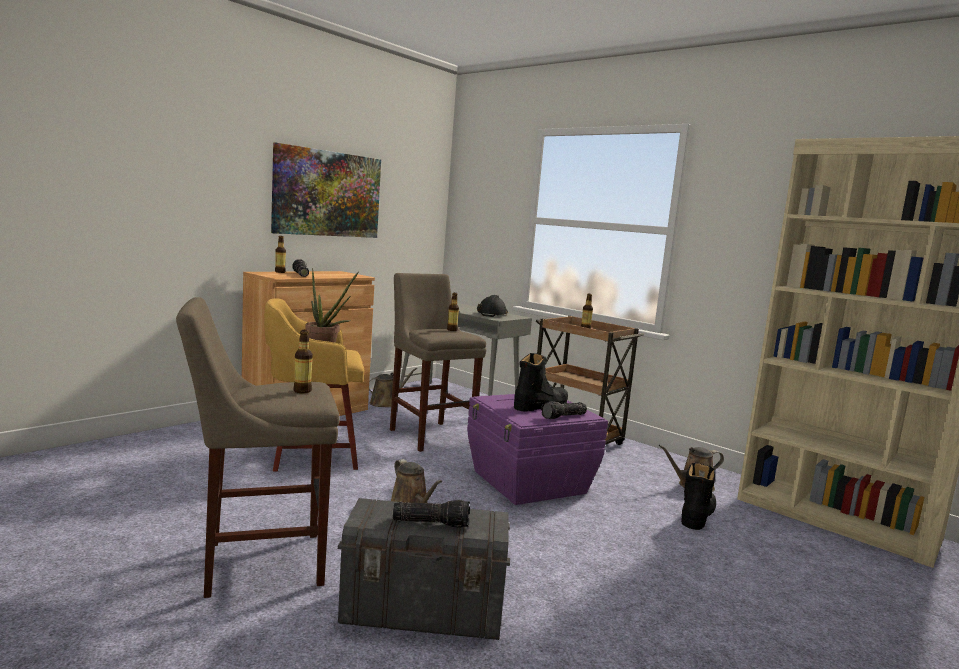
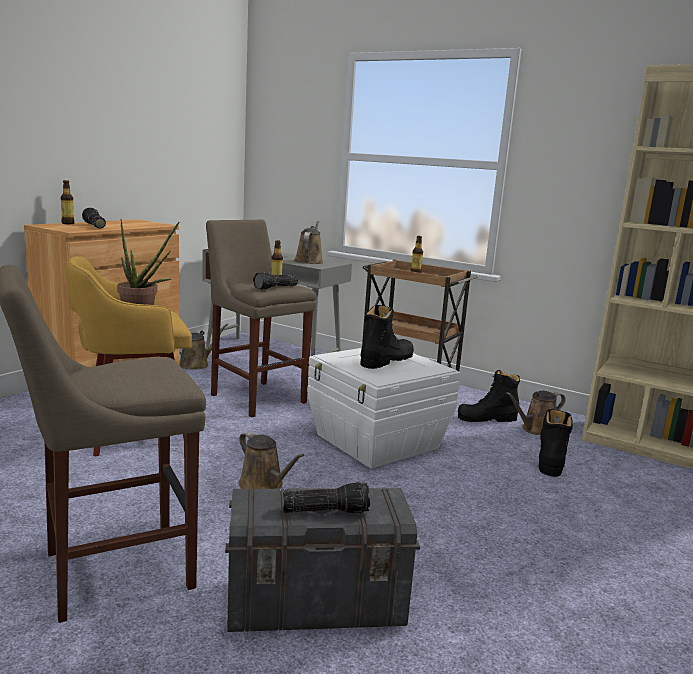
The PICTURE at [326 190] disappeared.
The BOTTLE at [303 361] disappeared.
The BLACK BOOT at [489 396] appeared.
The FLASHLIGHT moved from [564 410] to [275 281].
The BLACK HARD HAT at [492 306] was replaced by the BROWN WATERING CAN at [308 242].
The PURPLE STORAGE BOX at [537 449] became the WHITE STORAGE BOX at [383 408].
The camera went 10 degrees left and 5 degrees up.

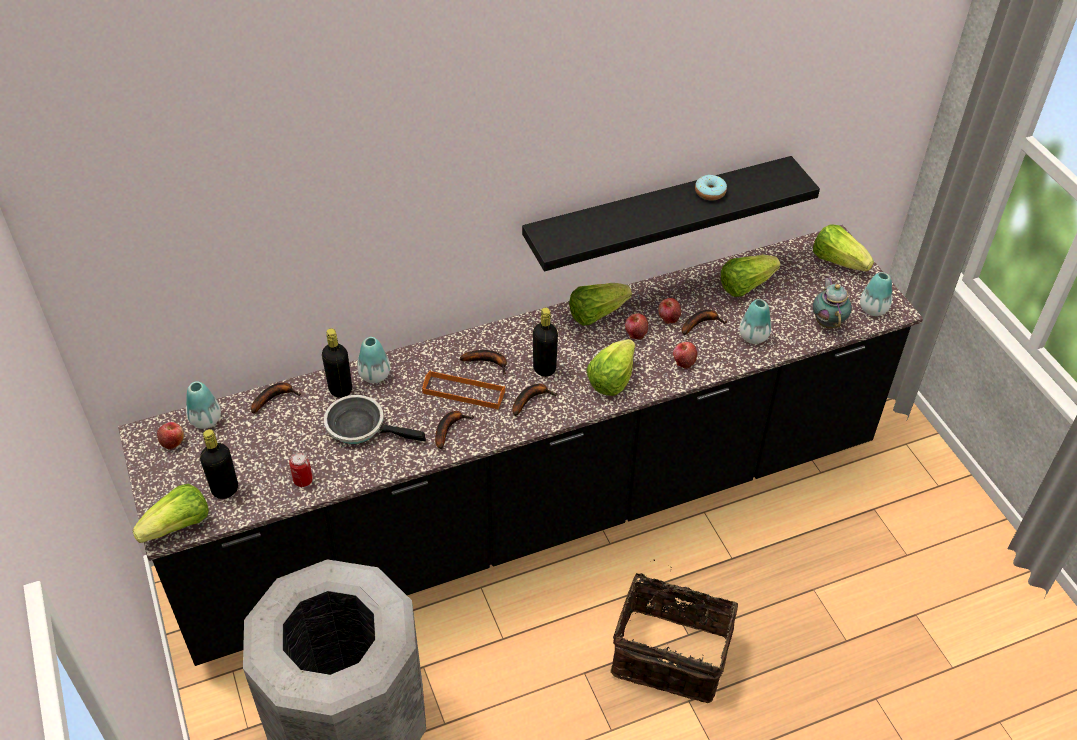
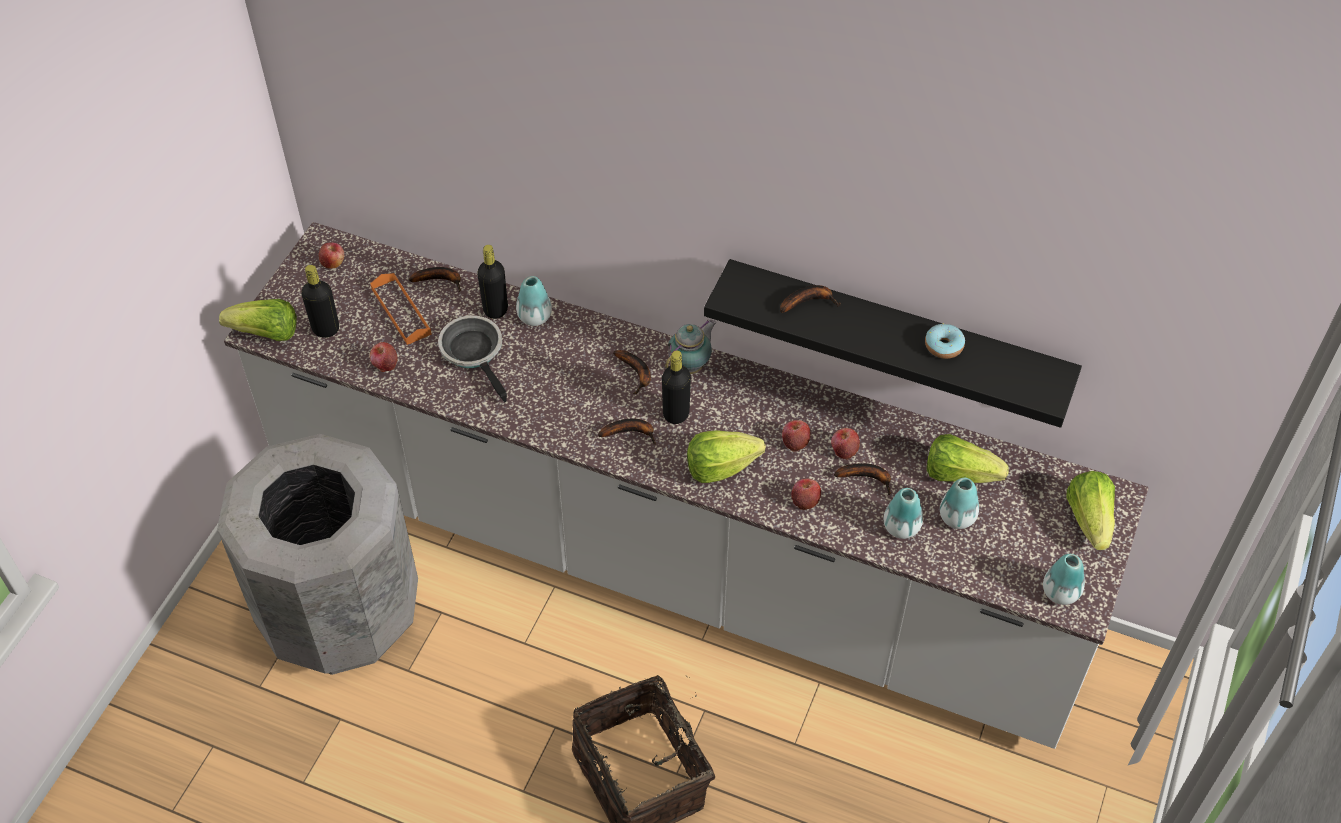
The LETTUCE at [600 304] disappeared.
The VASE moved from [203 405] to [959 503].
The ORANGE TRAY moved from [463 389] to [401 309].
The BANANA moved from [454 430] to [810 299].
The TEAPOT moved from [832 303] to [690 347].
The CAN at [301 469] was replaced by the APPLE at [384 357].
The BLACK COUNTER at [520 445] became the WHITE COUNTER at [686 485].
The camera went 45 degrees right and 5 degrees up.

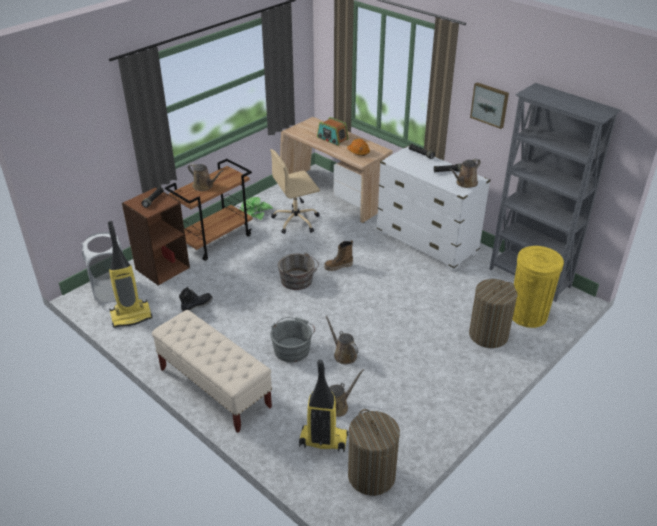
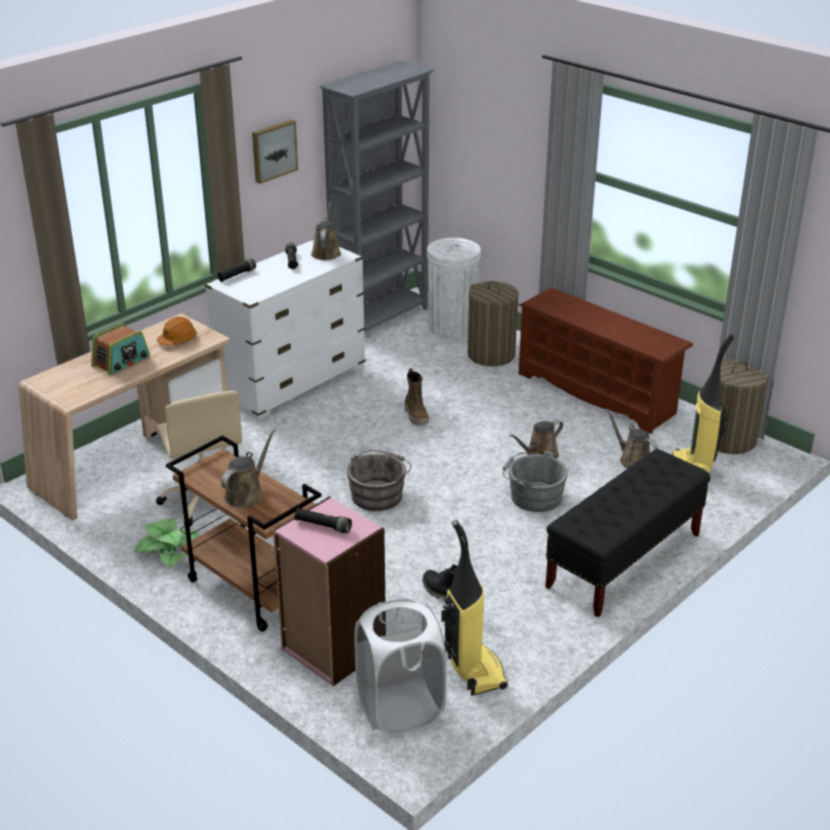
The BROWN SHOE RACK at [606 361] appeared.
The BOOT moved from [338 255] to [417 396].
The BROWN BOOKCASE at [156 236] became the PINK BOOKCASE at [329 591].
The BEIGE BENCH at [212 371] became the BLACK BENCH at [627 533].
The YELLOW TRASH CAN at [538 287] became the WHITE TRASH CAN at [454 288].
The BROWN WATERING CAN at [465 173] turned 135 degrees counterclockwise.
The camera went 90 degrees left and 5 degrees down.

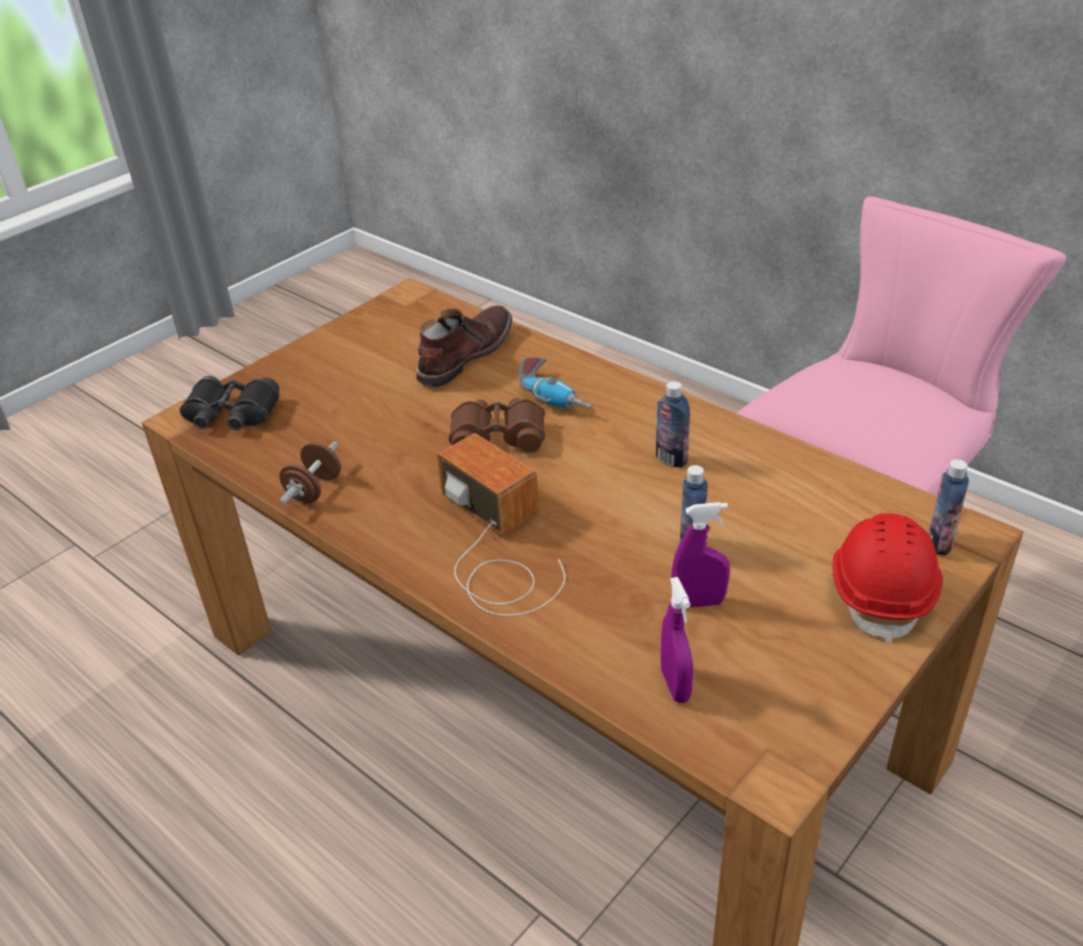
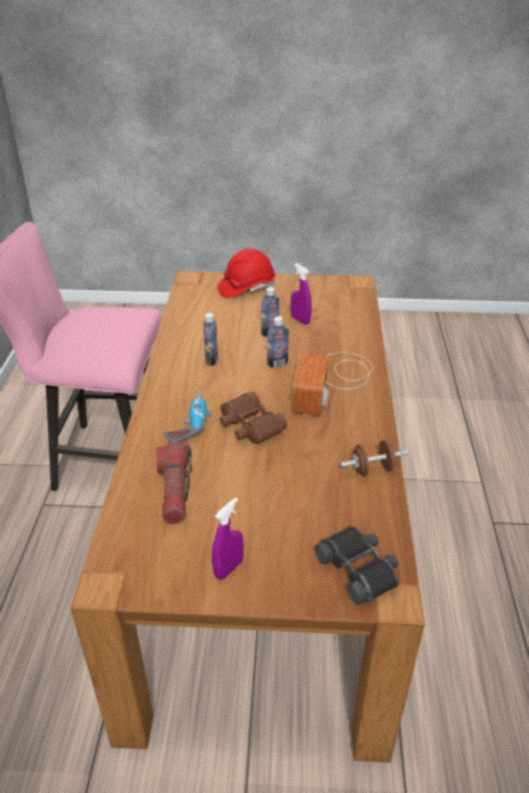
The PURPLE SPRAY BOTTLE moved from [677 640] to [228 539].
The BOTTLE moved from [949 507] to [278 342].
The BROWN BOOT at [464 346] was replaced by the FLASHLIGHT at [173 482].
The camera went 130 degrees left and 0 degrees up.

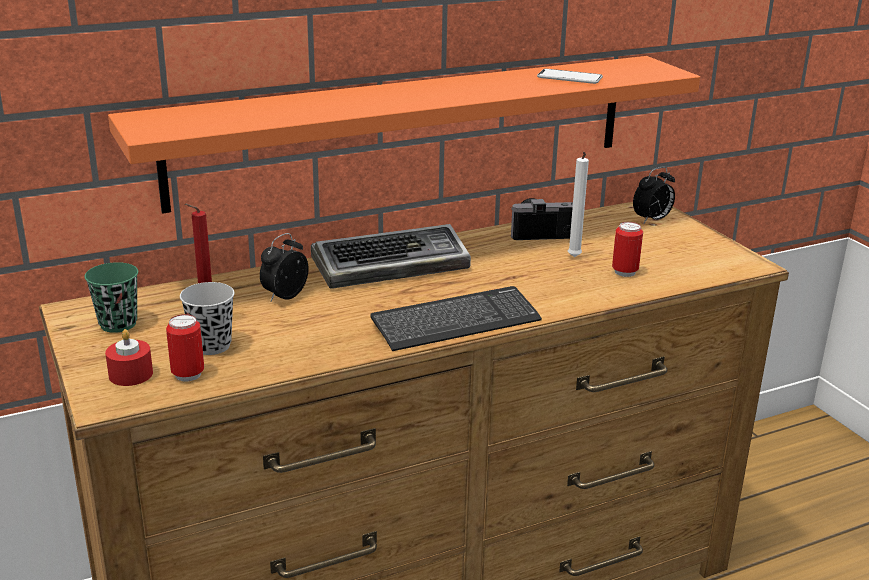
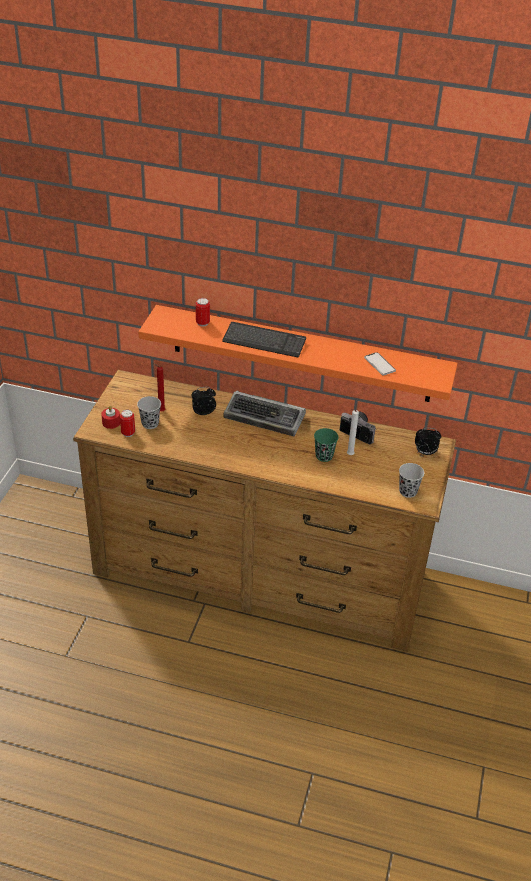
The BLACK CUP at [411 480] appeared.
The GREEN CUP moved from [111 297] to [326 445].
The KEYBOARD moved from [456 318] to [264 340].
The CAN moved from [627 249] to [203 312].
The camera went 40 degrees right and 15 degrees up.

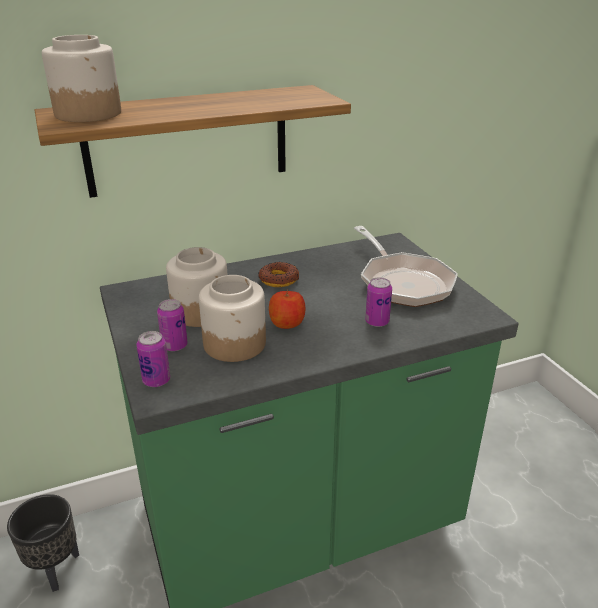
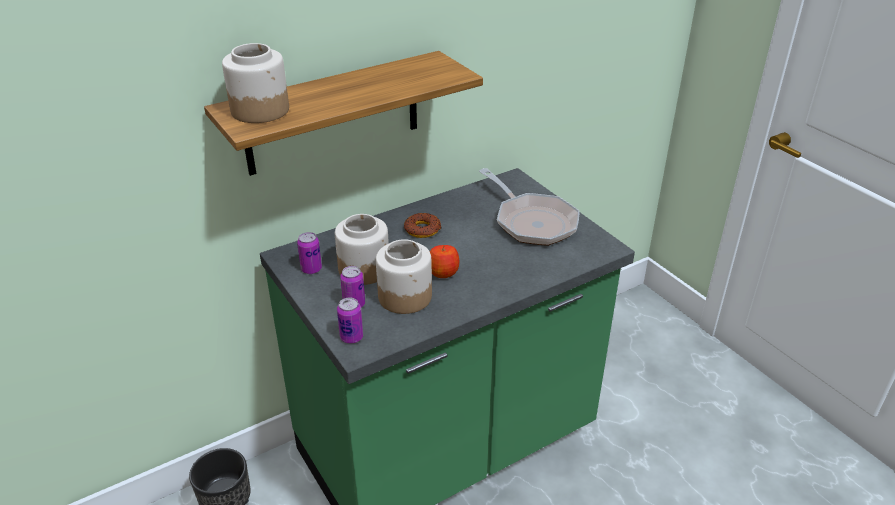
The CAN moved from [378 302] to [309 253].
The camera went 10 degrees left and 5 degrees up.

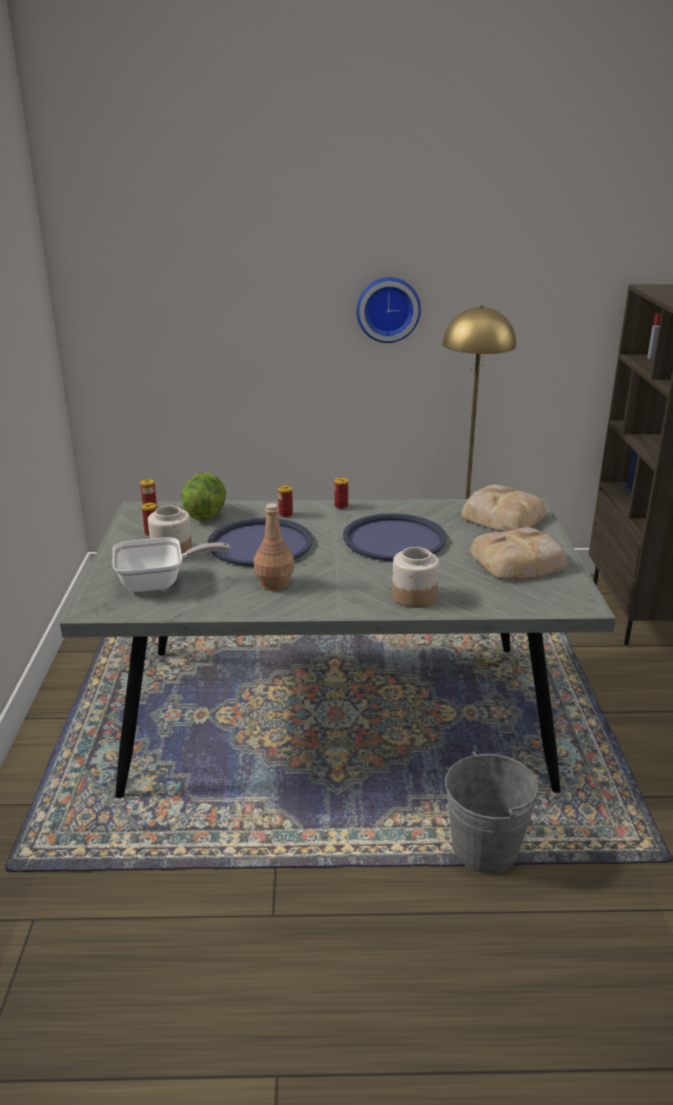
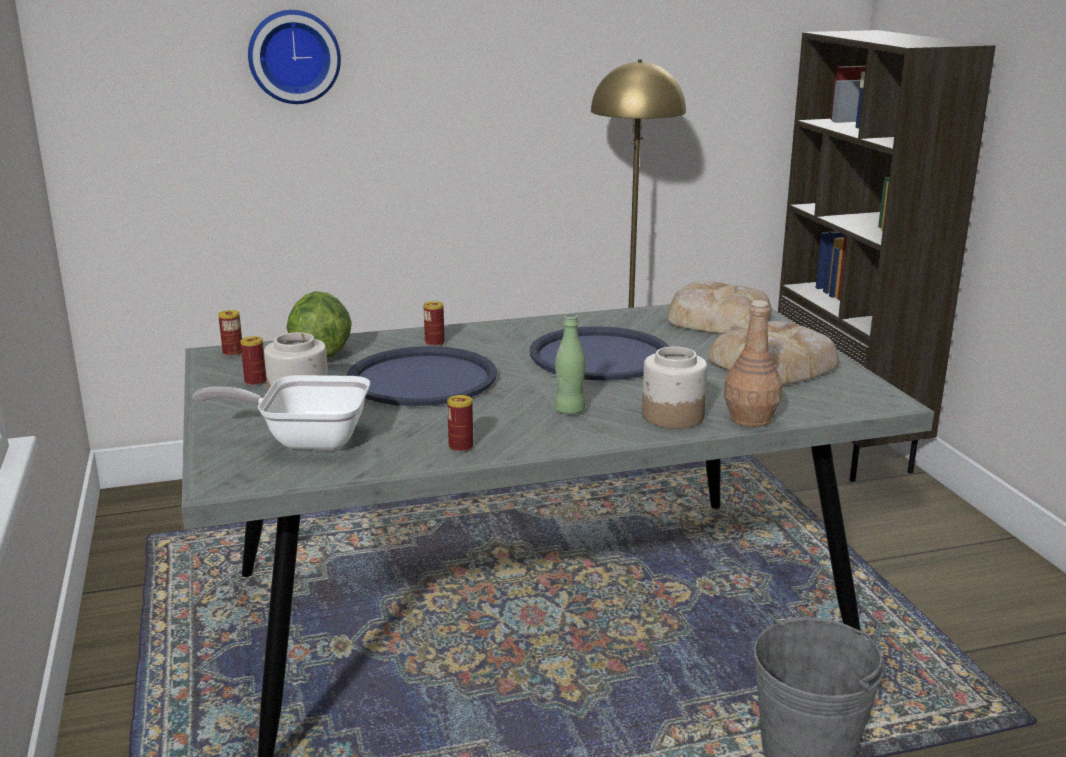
The GREEN BOTTLE at [570 364] appeared.
The BROWN BOTTLE moved from [274 547] to [753 363].
The CAN moved from [341 493] to [460 423].
The WALL CLOCK moved from [388 310] to [294 57].
The FRYING PAN at [171 564] turned 150 degrees counterclockwise.
The camera went 15 degrees left and 5 degrees down.

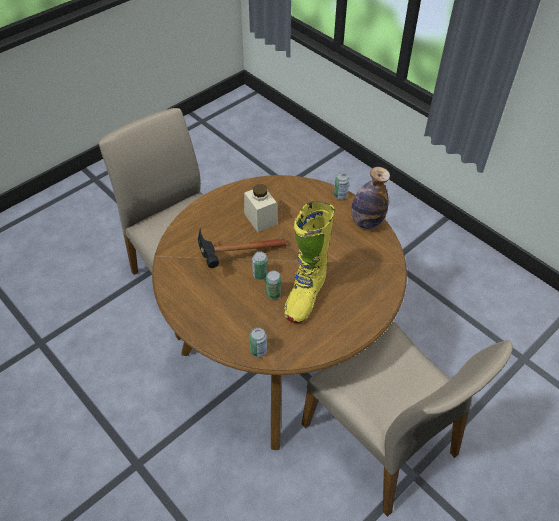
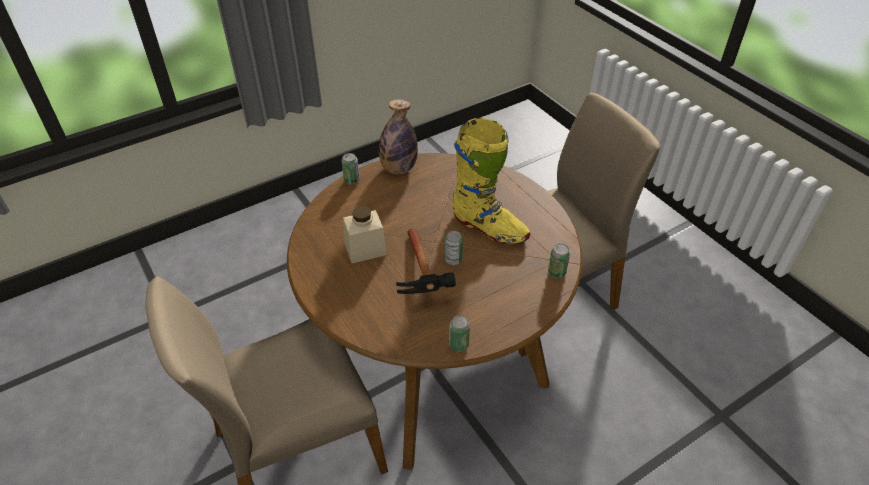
The CAN moved from [274 284] to [459 333].
The camera went 80 degrees left and 5 degrees down.

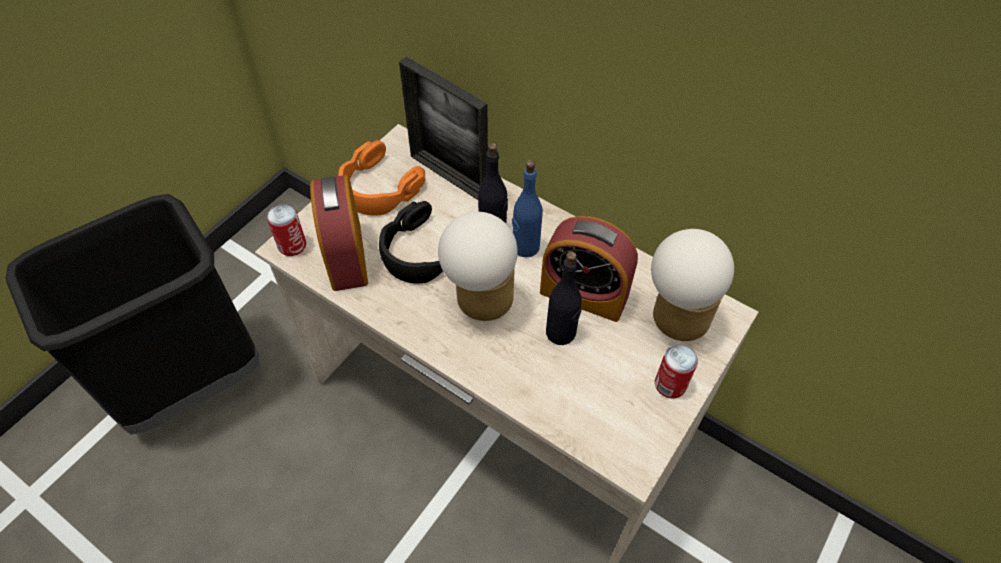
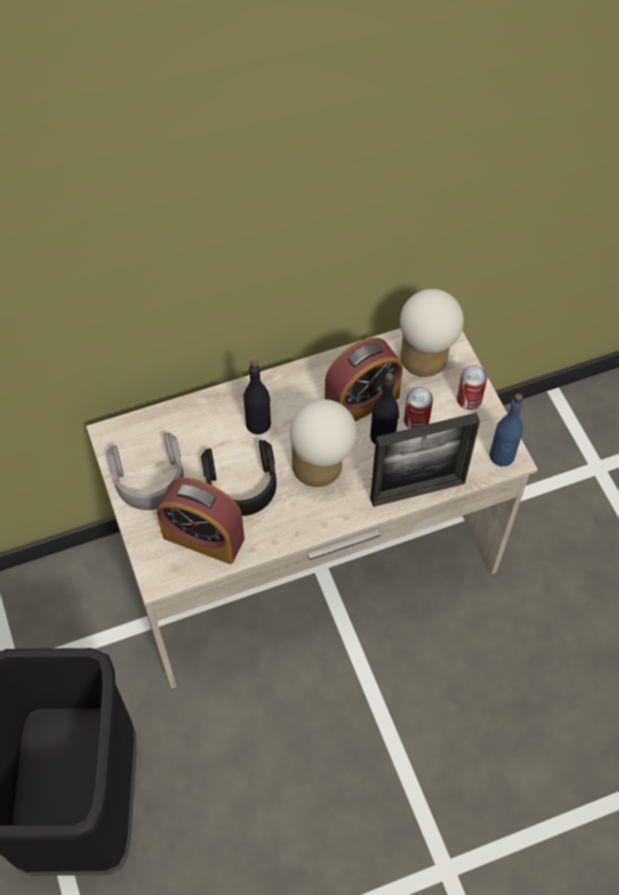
The CAN moved from [286 230] to [418 408].
The PICTURE FRAME moved from [443 128] to [425 460].
The BLUE BOTTLE moved from [527 208] to [506 430].
The ORANGE HEADPHONES at [381 177] became the GREY HEADPHONES at [145 471].
The camera went 55 degrees left and 5 degrees up.

